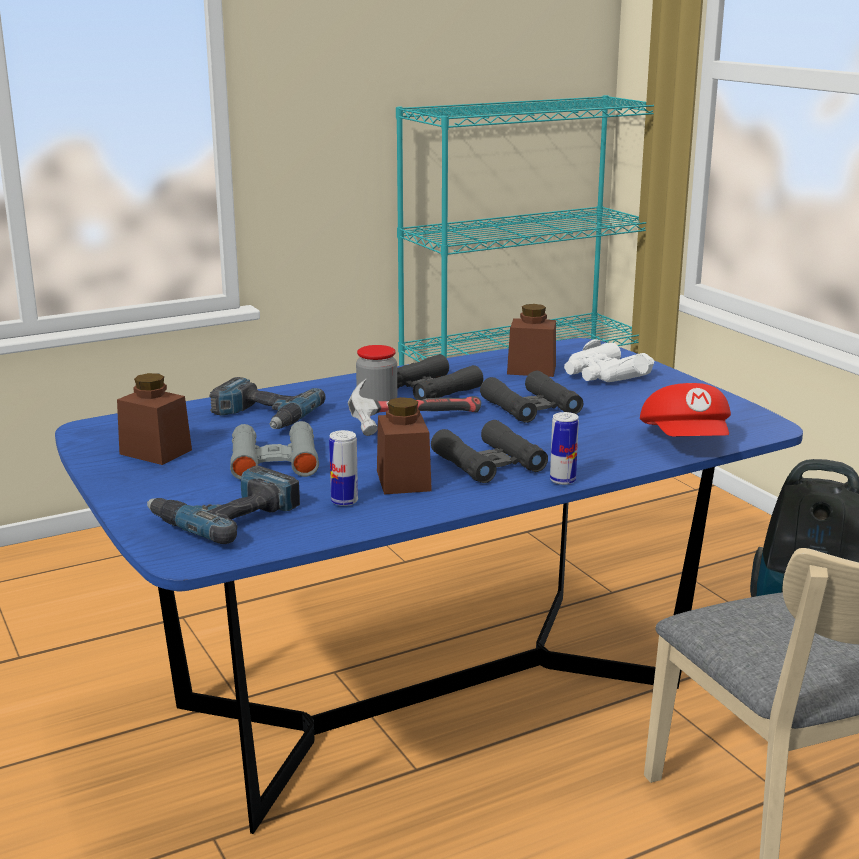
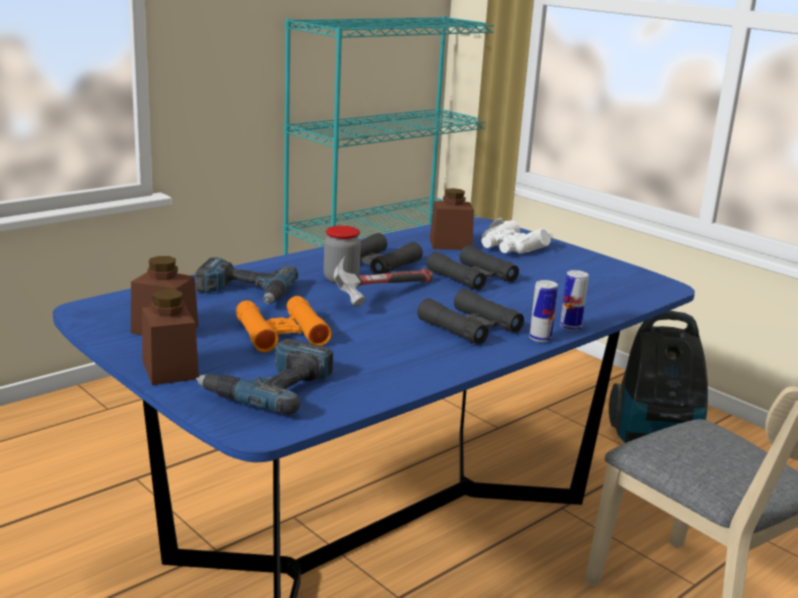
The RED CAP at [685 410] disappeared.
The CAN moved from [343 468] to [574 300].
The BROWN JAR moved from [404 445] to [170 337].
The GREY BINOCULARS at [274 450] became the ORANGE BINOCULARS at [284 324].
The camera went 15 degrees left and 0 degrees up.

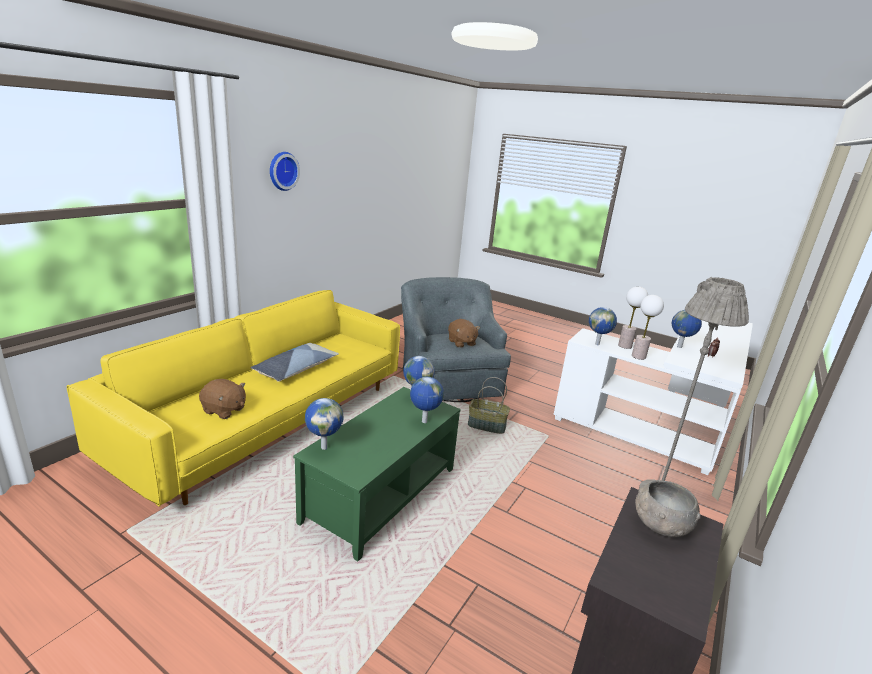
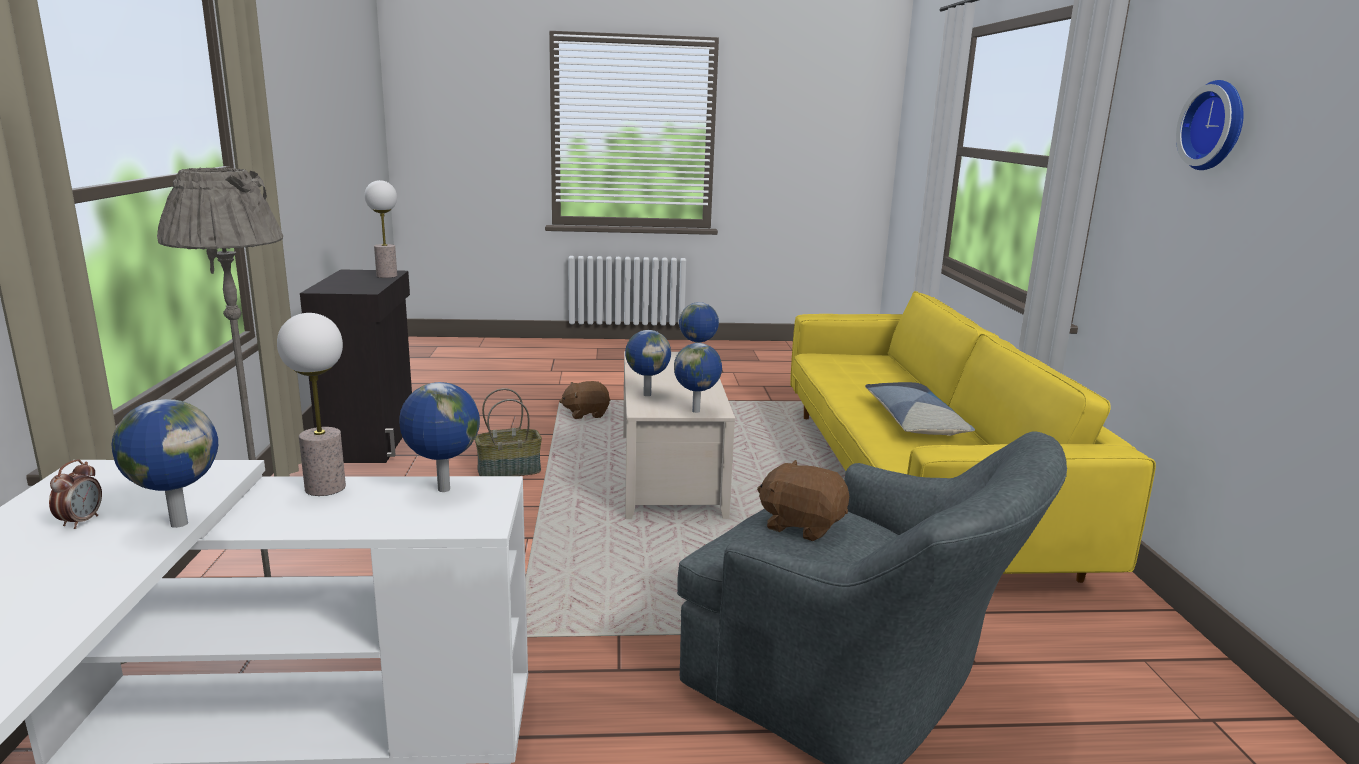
The GREY BOWL at [668 508] disappeared.
The BROWN PLUSH TOY moved from [222 399] to [584 400].
The BASKET moved from [489 405] to [508 432].
The TABLE LAMP moved from [633 317] to [381 229].
The GREEN COFFEE TABLE at [377 474] became the BEIGE COFFEE TABLE at [679 435].
The camera went 145 degrees right and 5 degrees down.

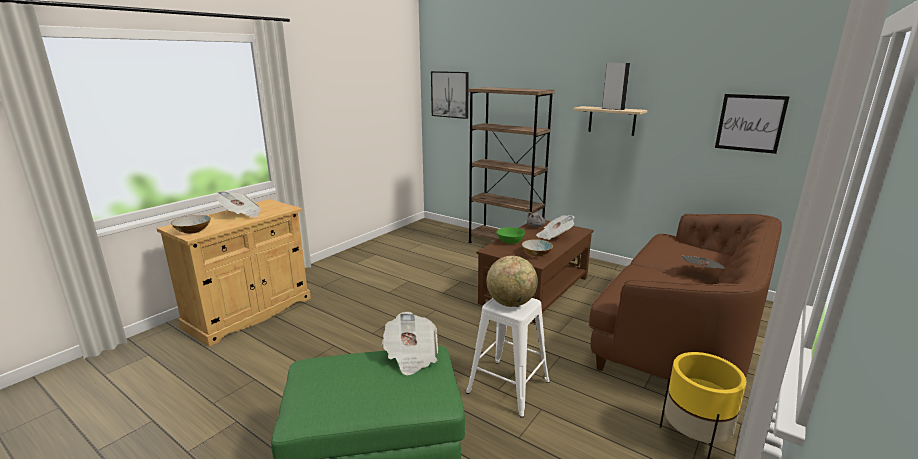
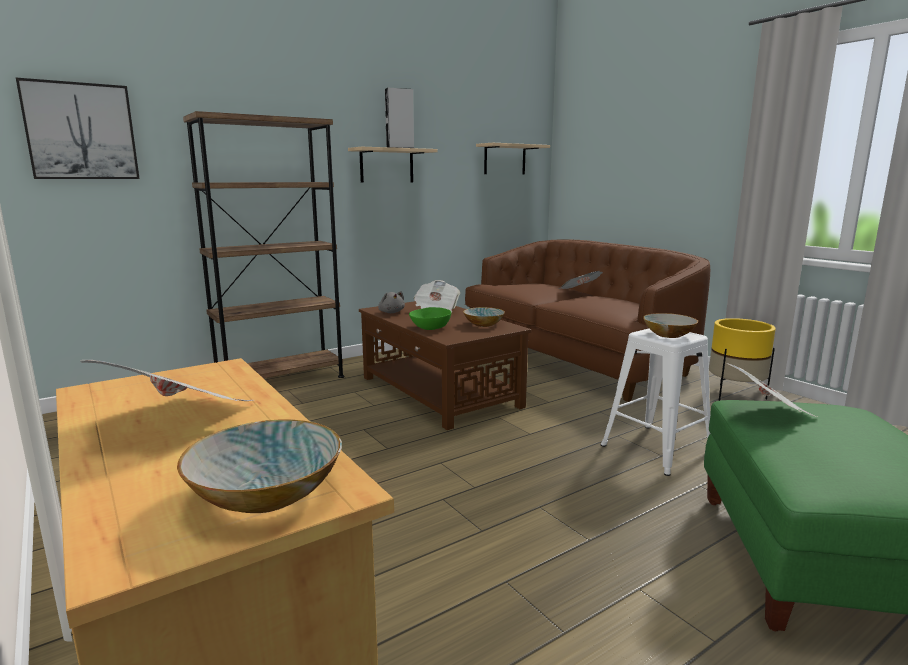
The GLOBE at [512 281] was replaced by the BOWL at [670 325].
The PICTURE at [752 124] was replaced by the BEIGE SHELF at [513 159].
The camera went 70 degrees left and 5 degrees down.

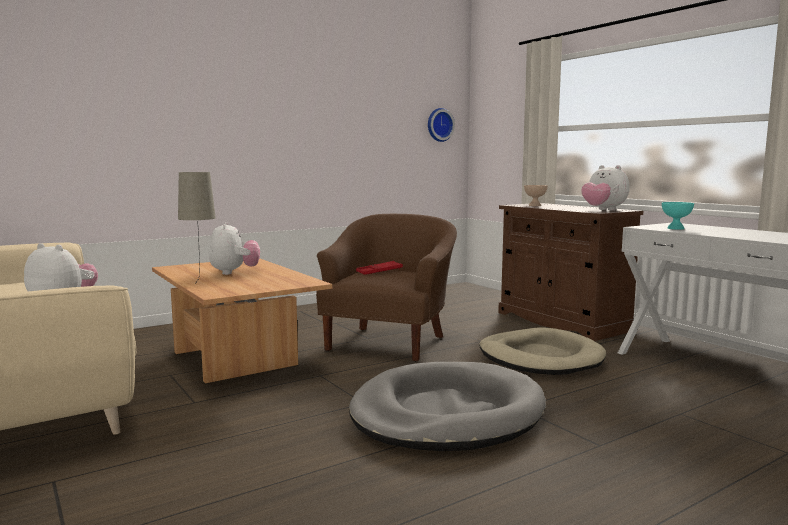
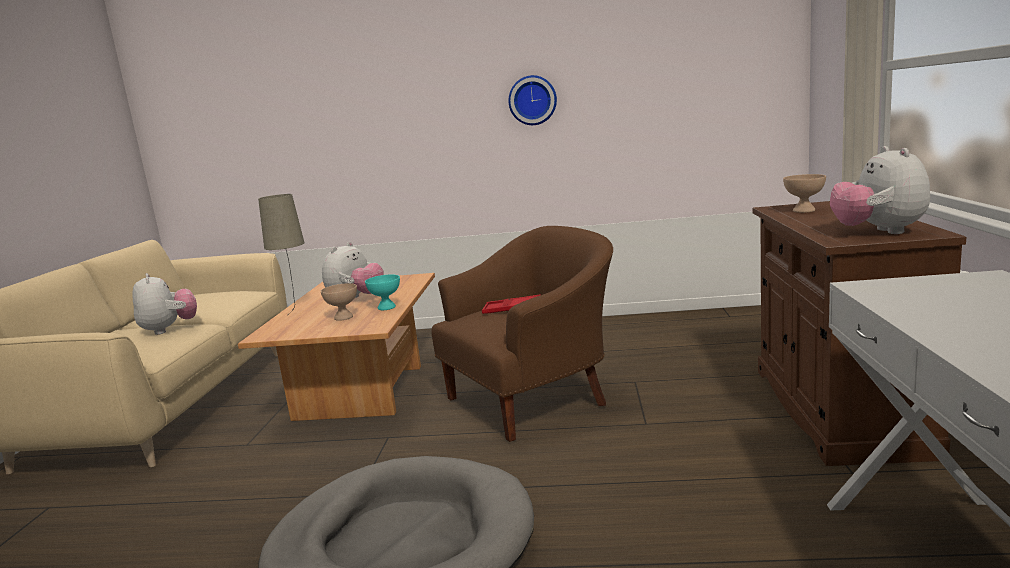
The BEIGE DOG BED at [542 351] disappeared.
The BEIGE BOWL at [339 302] appeared.
The WALL CLOCK moved from [441 125] to [532 100].
The TURQUOISE BOWL moved from [678 216] to [382 292].
The camera went 40 degrees right and 5 degrees up.

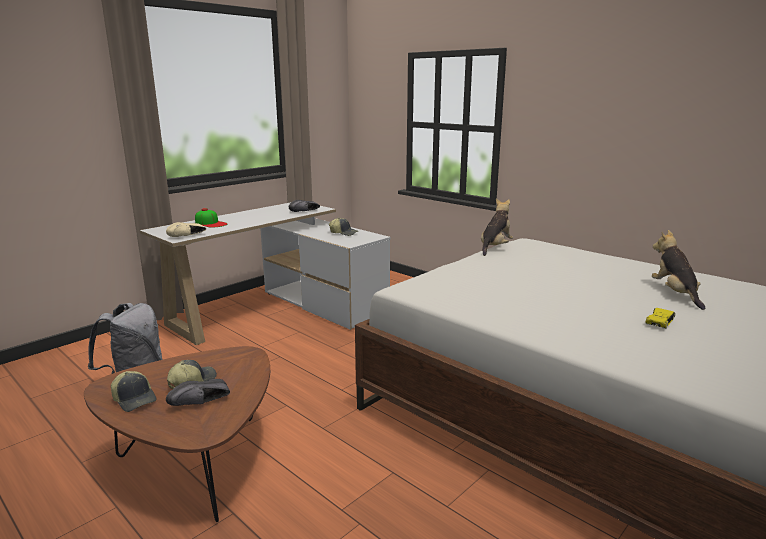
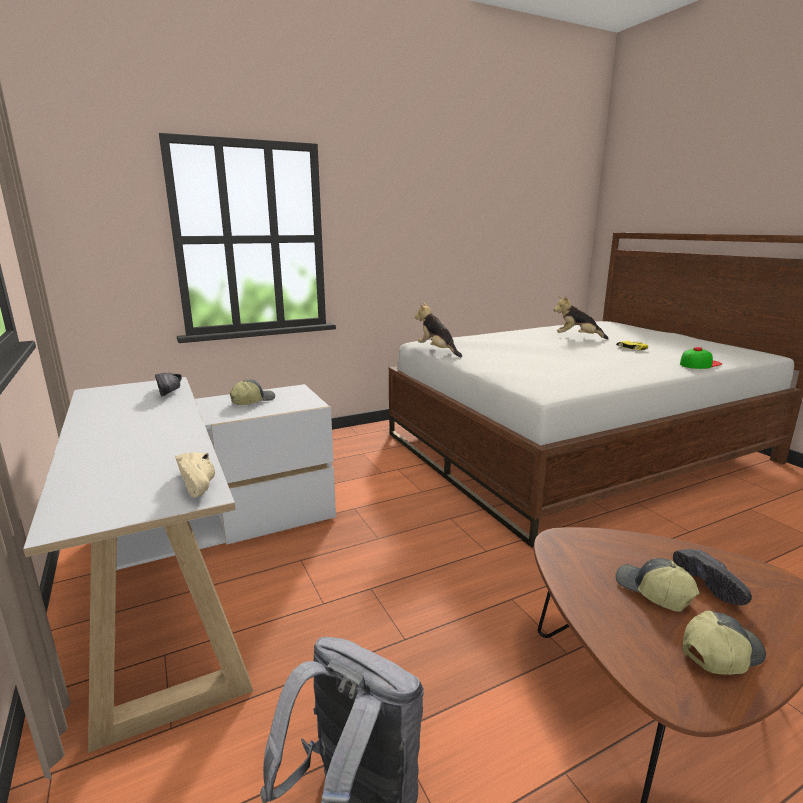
The CAP moved from [211 217] to [701 358].
The camera went 70 degrees left and 0 degrees up.

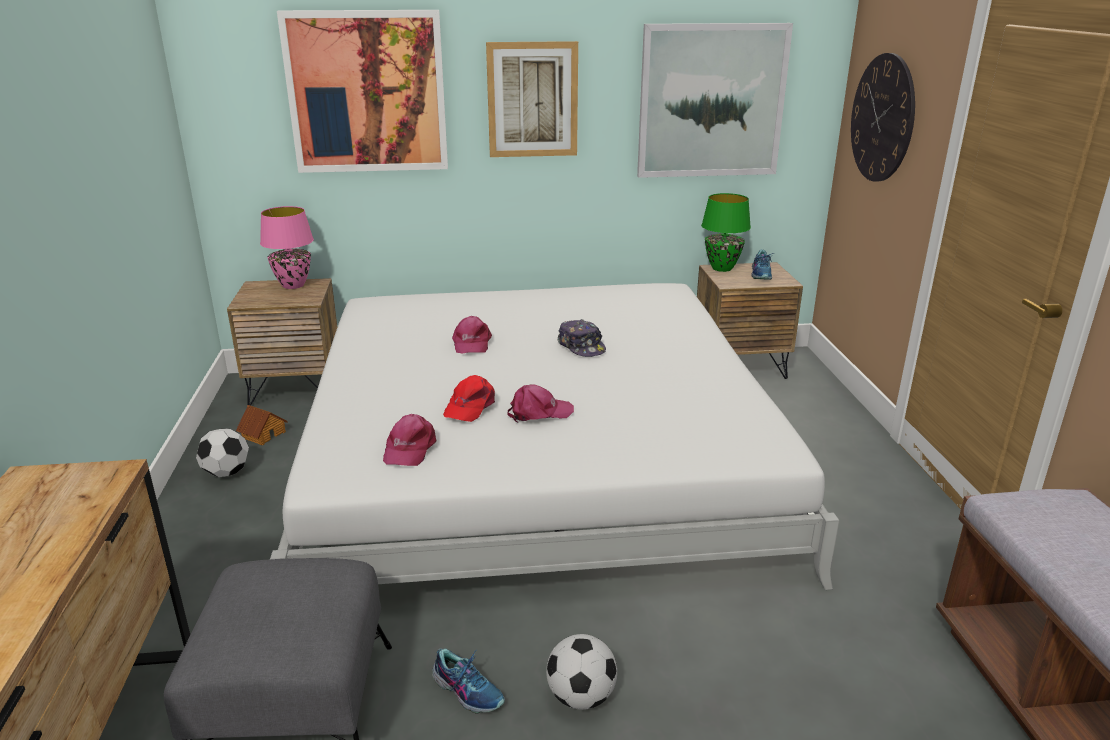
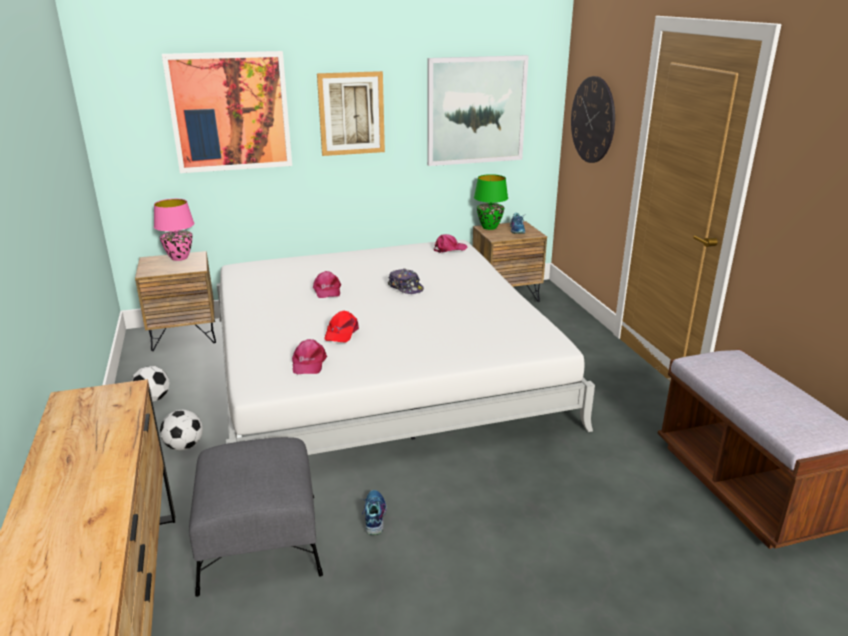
The TOY HOUSE at [262 425] disappeared.
The PINK CAP moved from [540 403] to [450 243].
The FOOTBALL moved from [581 672] to [181 430].
The SHOE at [468 681] turned 120 degrees counterclockwise.
The camera went 10 degrees left and 0 degrees up.

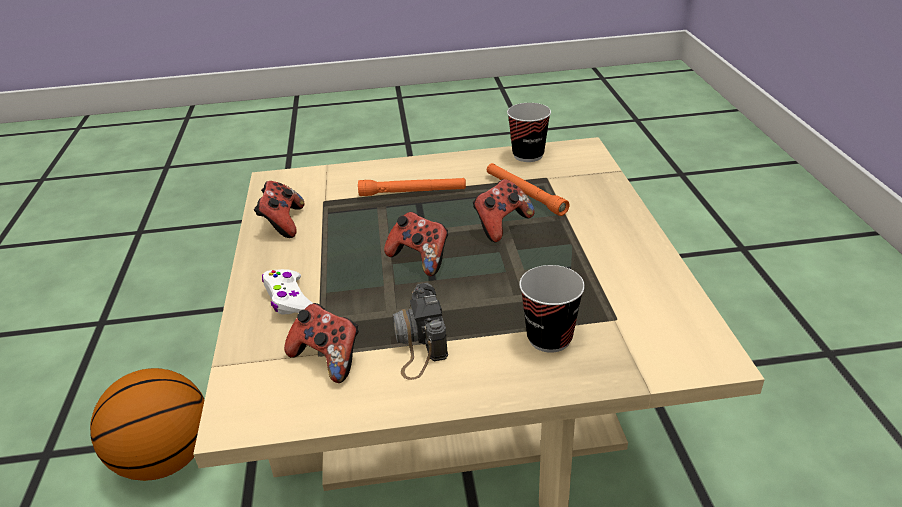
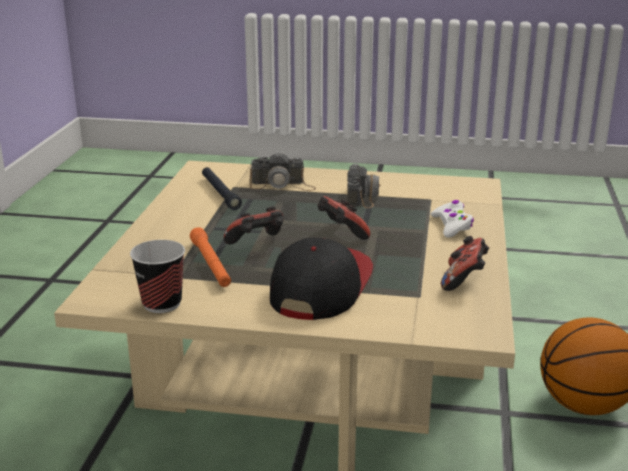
The GAME CONTROLLER at [321 343] disappeared.
The BLACK FLASHLIGHT at [222 188] appeared.
The ORANGE FLASHLIGHT at [412 187] was replaced by the CAP at [321 279].
The CUP at [552 309] was replaced by the PHOTO CAMERA at [283 172].
The camera went 165 degrees left and 10 degrees down.

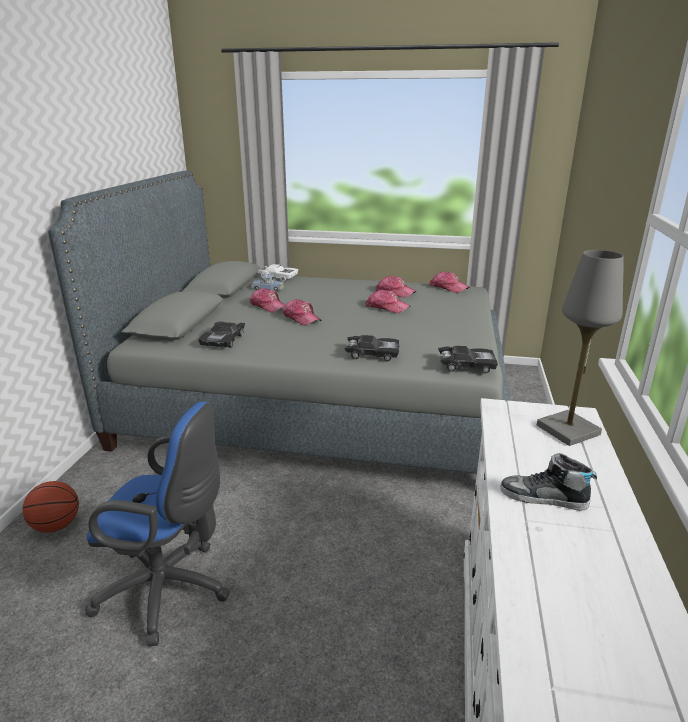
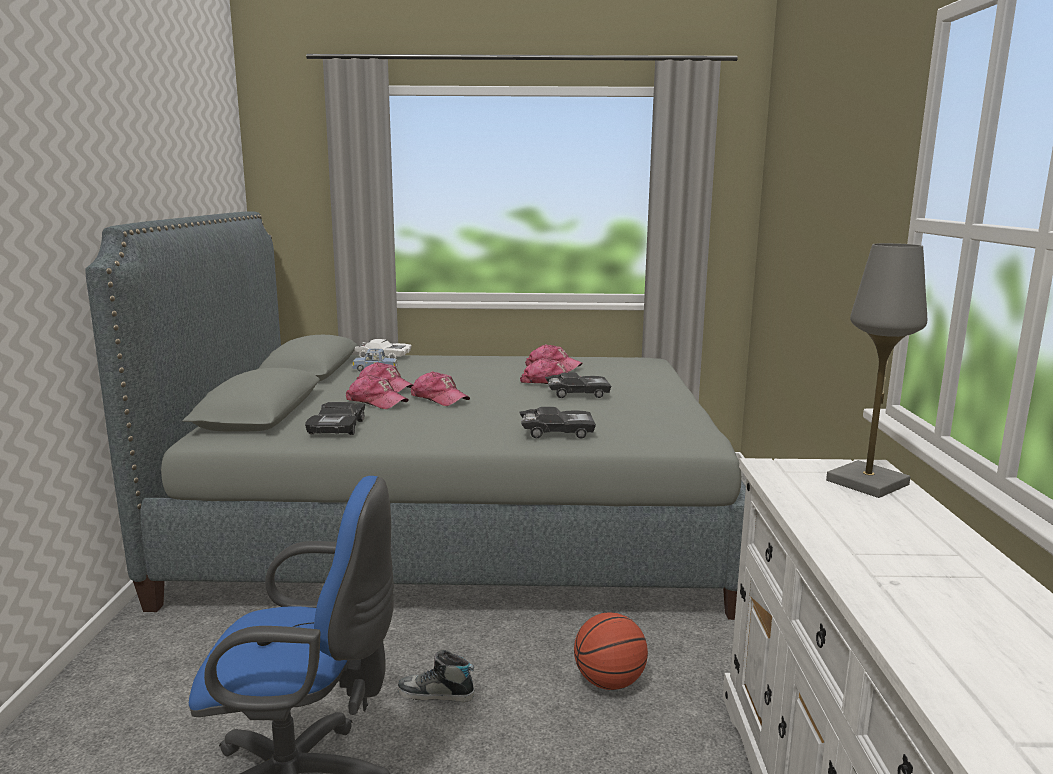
The BASKETBALL moved from [50 507] to [611 651].
The CAP moved from [449 282] to [377 392].
The BLACK TOY CAR moved from [468 359] to [578 385].
The SHOE moved from [548 482] to [436 676].
The camera went 10 degrees left and 10 degrees down.

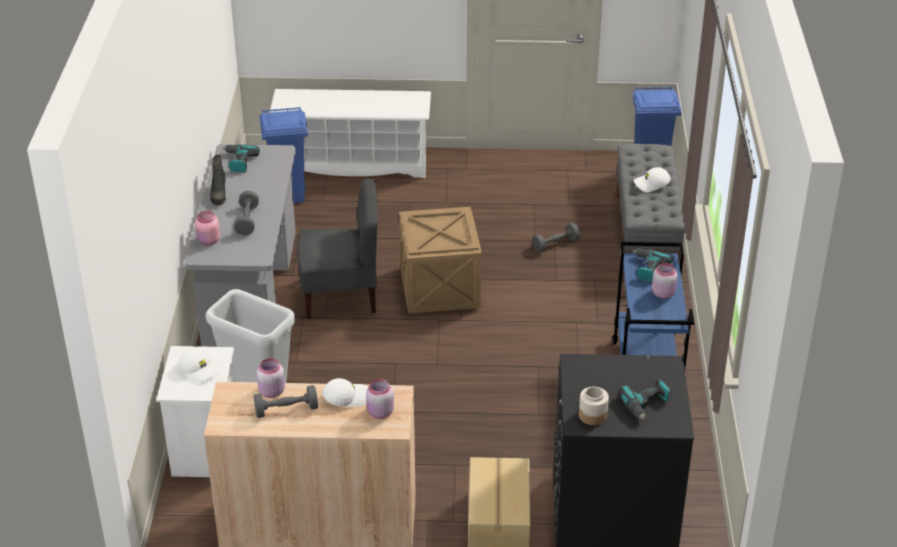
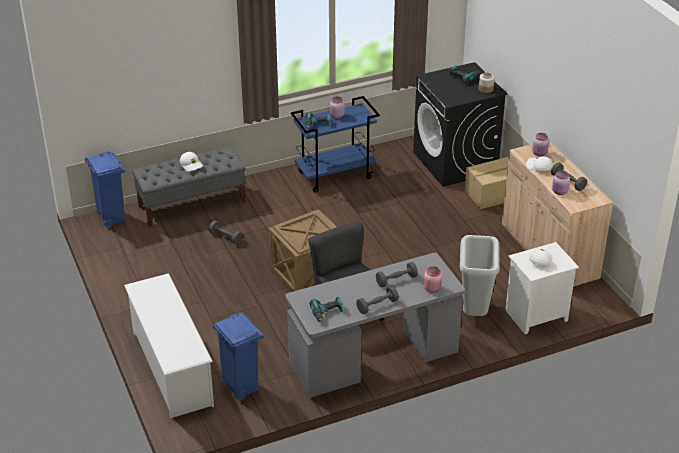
The BLACK BOOT at [218 180] was replaced by the GREY DUMBBELL at [377 300].
The camera went 115 degrees left and 0 degrees up.

